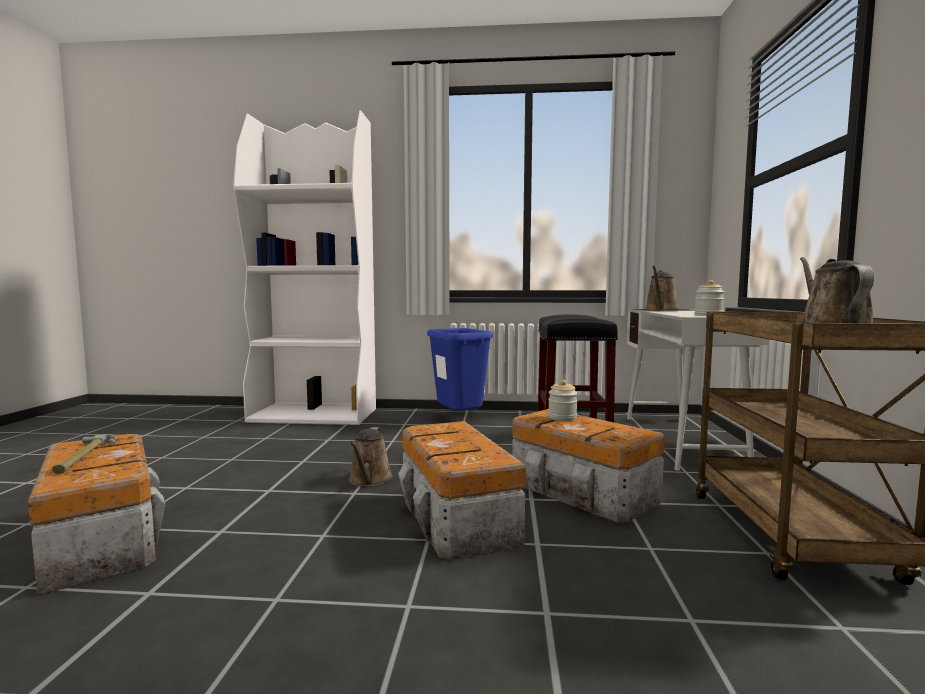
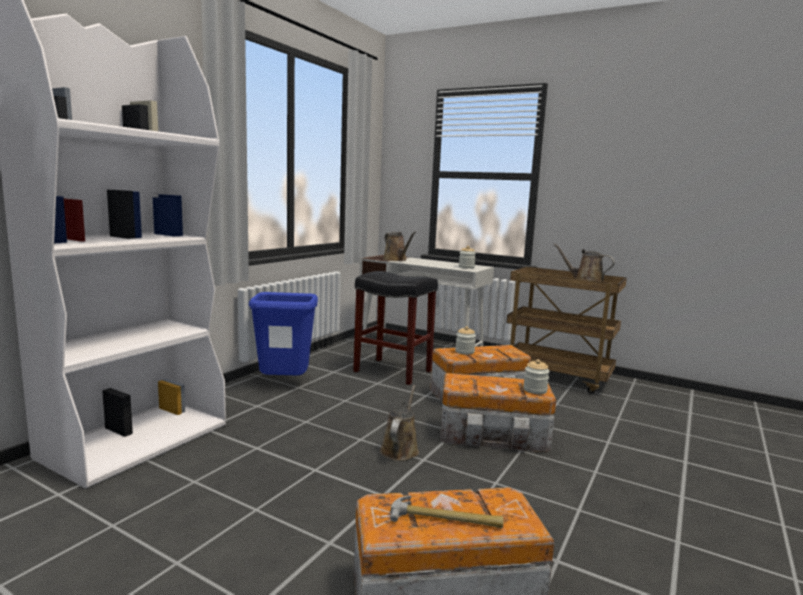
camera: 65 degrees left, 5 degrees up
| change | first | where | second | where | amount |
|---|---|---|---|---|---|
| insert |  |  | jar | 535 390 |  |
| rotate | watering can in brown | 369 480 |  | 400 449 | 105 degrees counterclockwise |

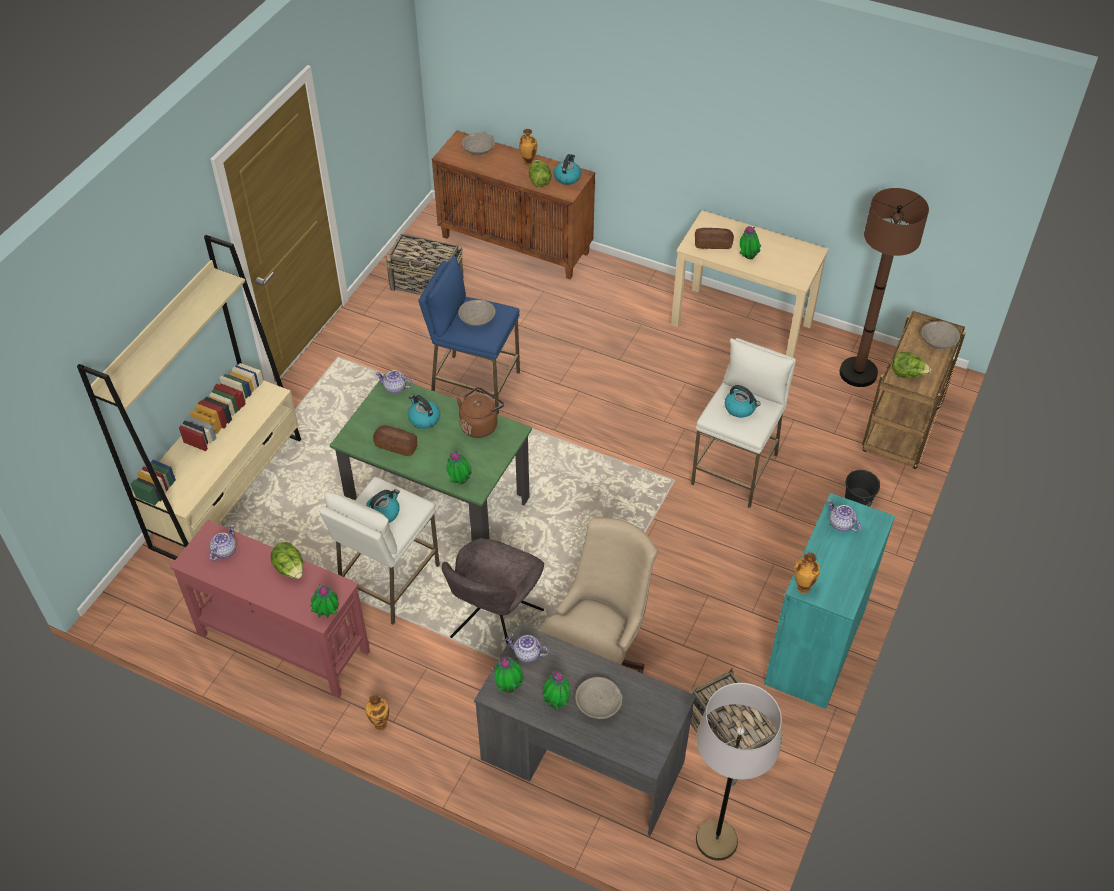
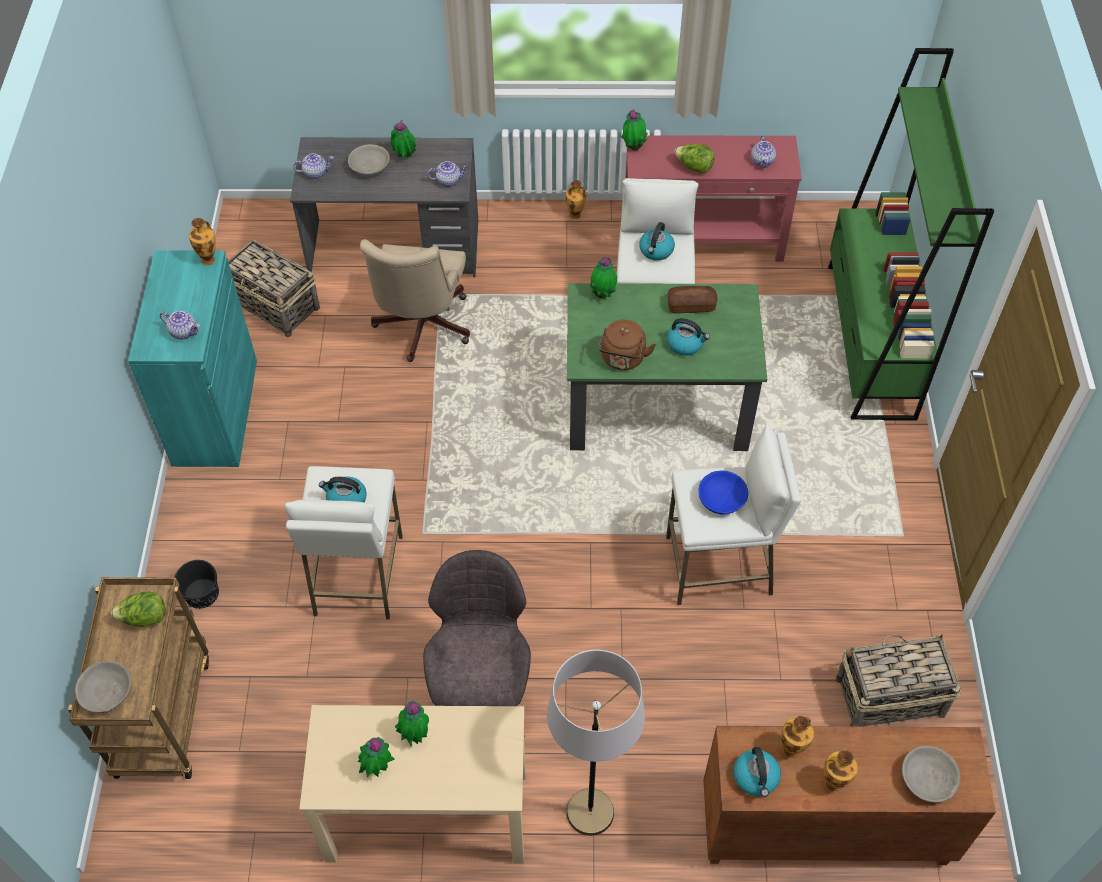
camera: 155 degrees right, 5 degrees up
| change | first | where | second | where | amount |
|---|---|---|---|---|---|
| delete | bread | 713 244 |  |  |  |
| delete | floor lamp in brown | 858 373 |  |  |  |
| move | teapot | 395 388 |  | 315 173 |  |
| move | chair in grey | 495 626 |  | 483 693 |  |
| move | potted plant | 509 687 |  | 377 768 |  |
| move | floor lamp in grey | 716 840 |  | 590 812 |  |
| replace | lettuce | 539 181 | vase | 791 749 |  |
| recolor | bookcase in beige | 228 492 | bookcase in green | 870 340 |  |
| recolor | stool in blue | 475 383 | stool in white | 719 566 |  |
| recolor | bowl in grey | 477 319 | bowl in blue | 721 499 |  |

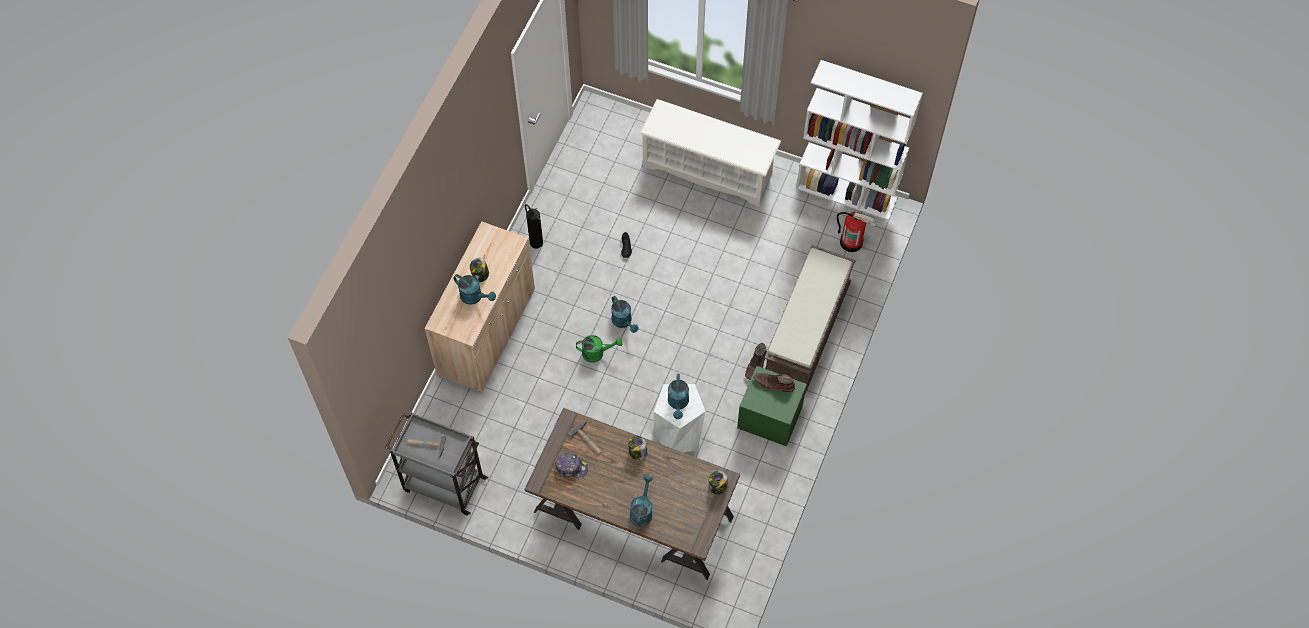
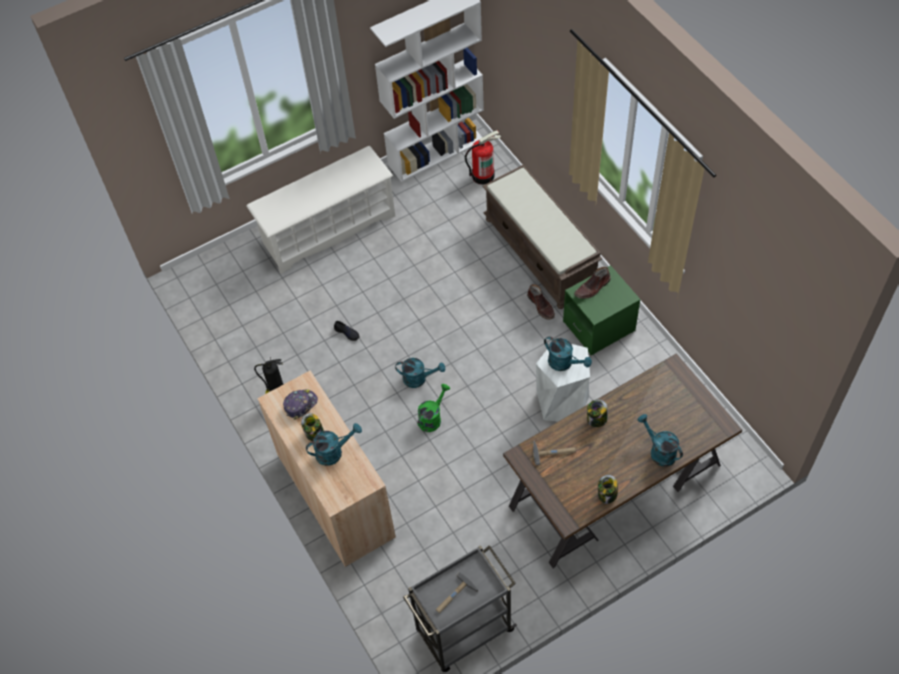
camera: 50 degrees left, 5 degrees down
| change | first | where | second | where | amount |
|---|---|---|---|---|---|
| move | cap | 571 467 |  | 300 405 |  |
| move | jar | 718 487 |  | 607 494 |  |

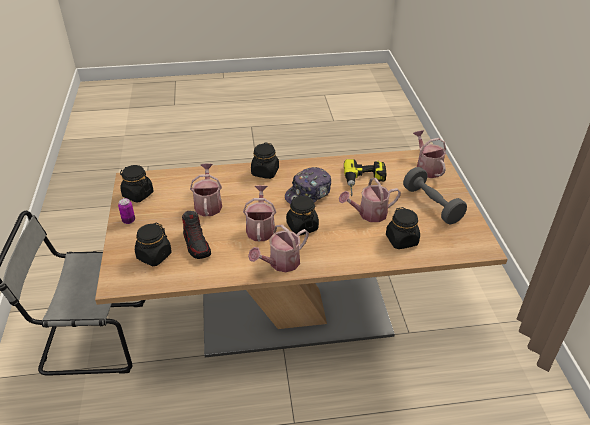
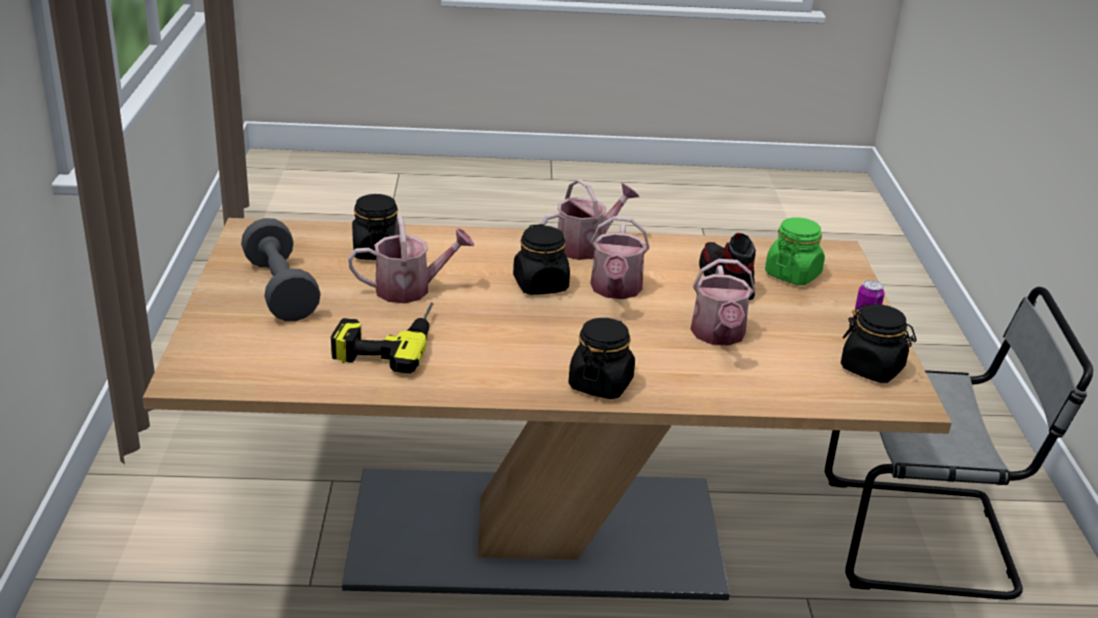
camera: 175 degrees left, 10 degrees down
| change | first | where | second | where | amount |
|---|---|---|---|---|---|
| delete | cap | 308 194 |  |  |  |
| delete | watering can | 427 168 |  |  |  |
| recolor | jar in black | 154 256 | jar in green | 792 274 |  |

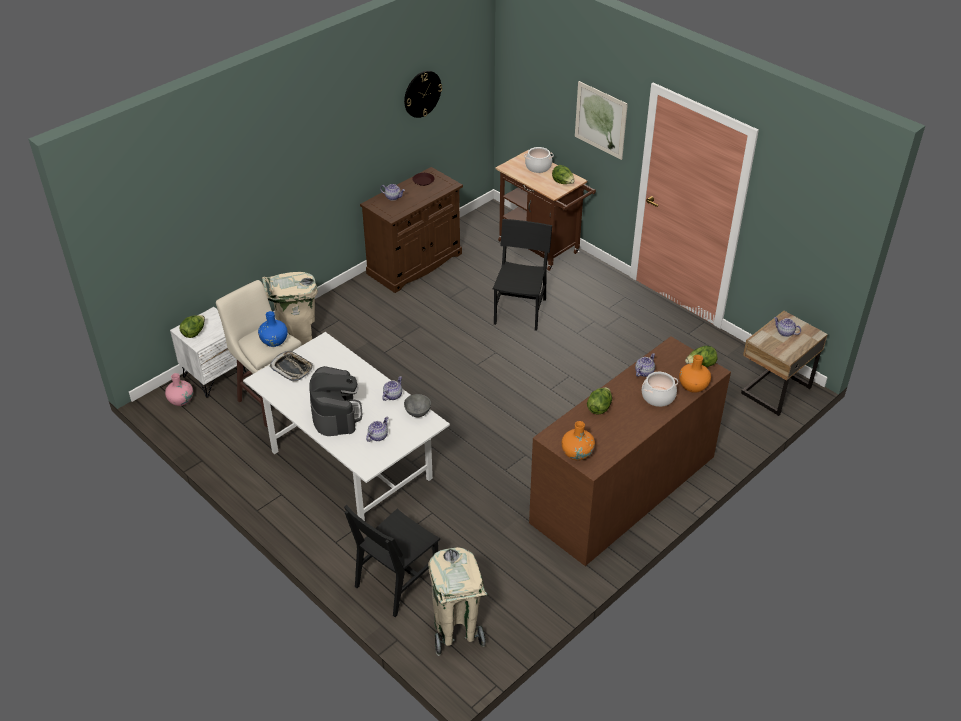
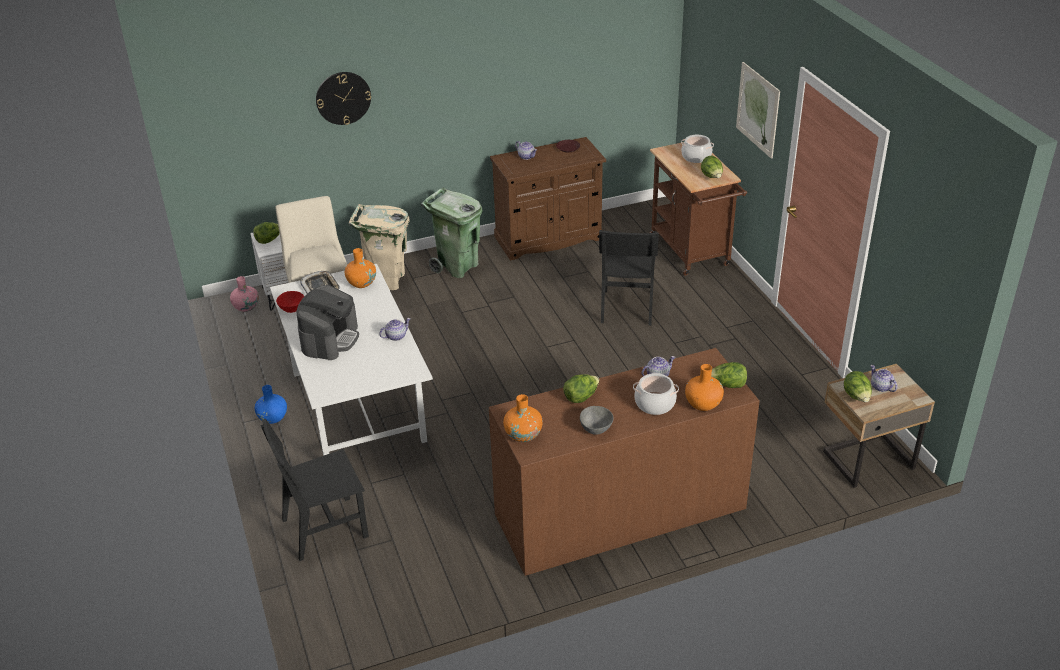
camera: 25 degrees right, 5 degrees down
| change | first | where | second | where | amount |
|---|---|---|---|---|---|
| delete | teapot | 378 436 |  |  |  |
| delete | trash can in beige | 456 631 |  |  |  |
| insert |  |  | bowl in red | 292 309 |  |
| insert |  |  | vase in orange | 361 283 |  |
| insert |  |  | trash can in green | 457 267 |  |
| insert |  |  | lettuce | 856 397 |  |
| move | vase in blue | 274 341 |  | 273 418 |  |
| move | wall clock | 422 94 |  | 343 98 |  |
| move | bowl in grey | 417 412 |  | 596 428 |  |
| rotate | chair in black | 520 311 |  | 627 307 | 150 degrees clockwise |

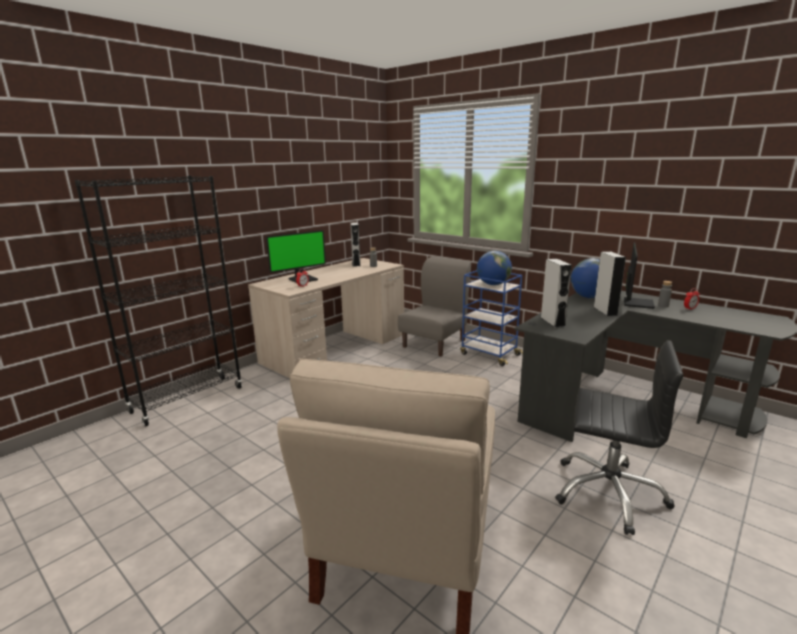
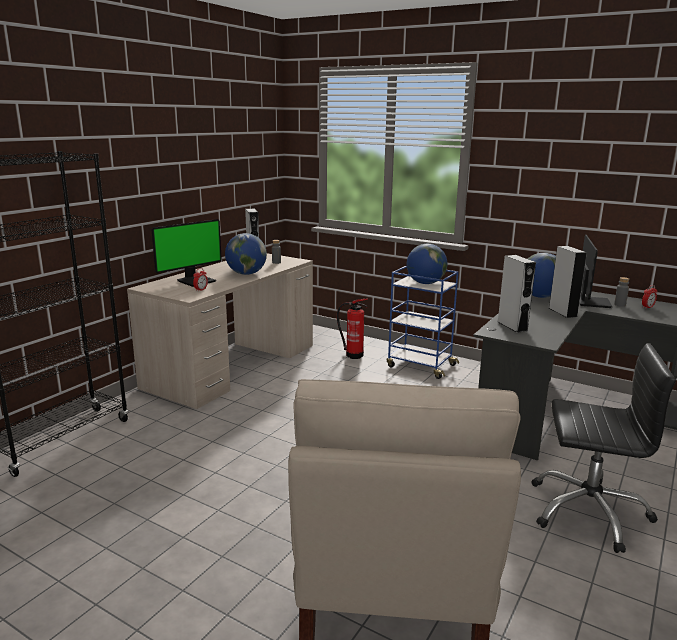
camera: 10 degrees left, 0 degrees up
| change | first | where | second | where | amount |
|---|---|---|---|---|---|
| insert |  |  | globe | 246 274 |  |
| replace | chair in grey | 435 343 | fire extinguisher | 353 355 |  |

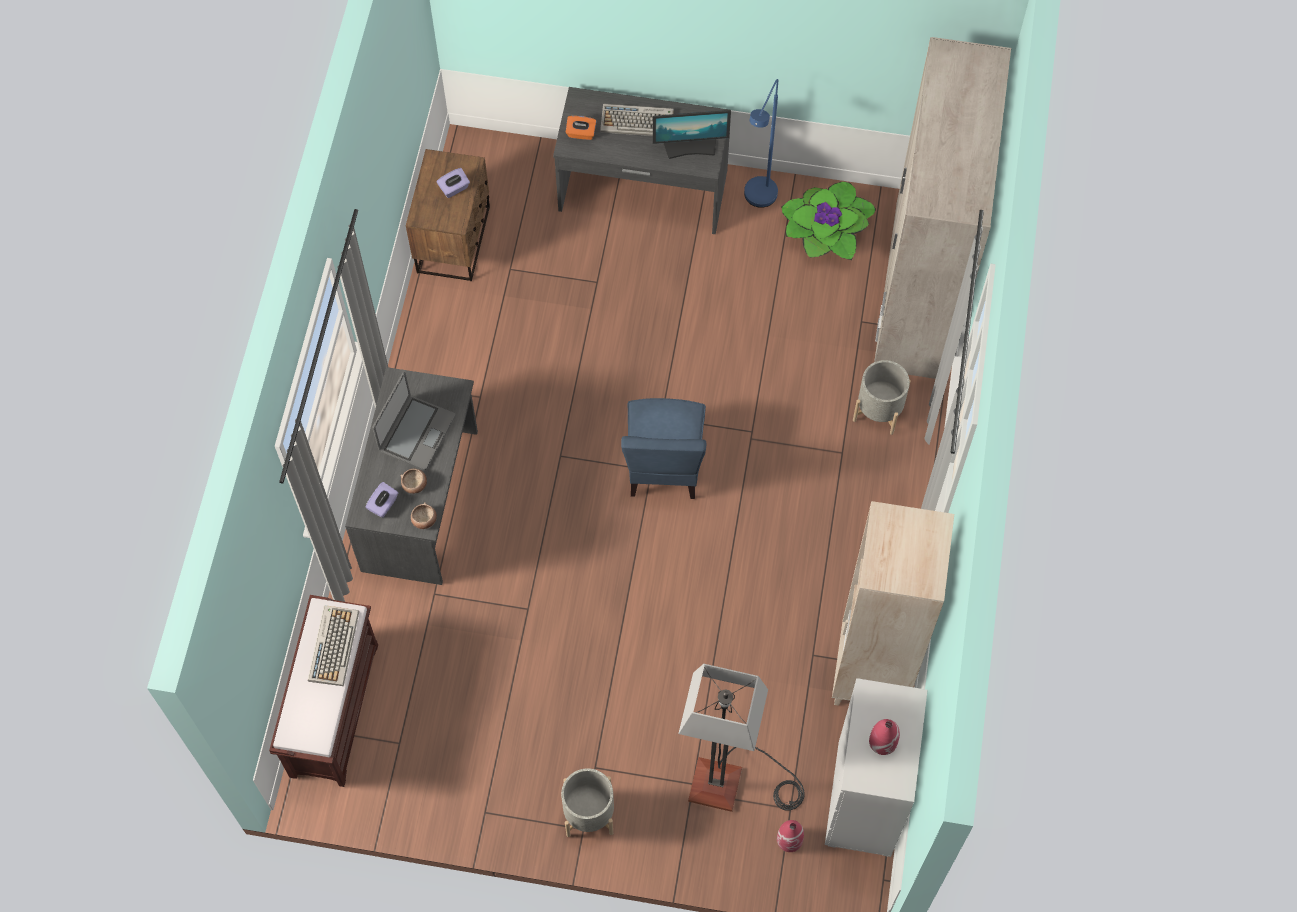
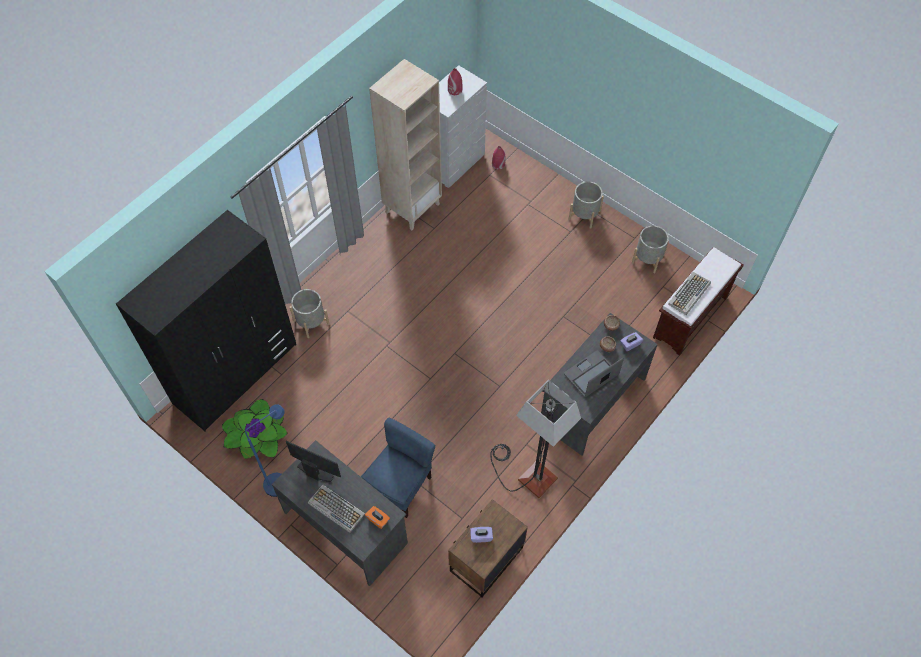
camera: 150 degrees left, 5 degrees down
| change | first | where | second | where | amount |
|---|---|---|---|---|---|
| insert |  |  | planter in grey | 647 259 |  |
| move | chair in blue | 664 465 |  | 400 485 |  |
| move | floor lamp | 732 784 |  | 527 475 |  |
| recolor | wardrobe in beige | 920 292 | wardrobe in black | 236 373 |  |

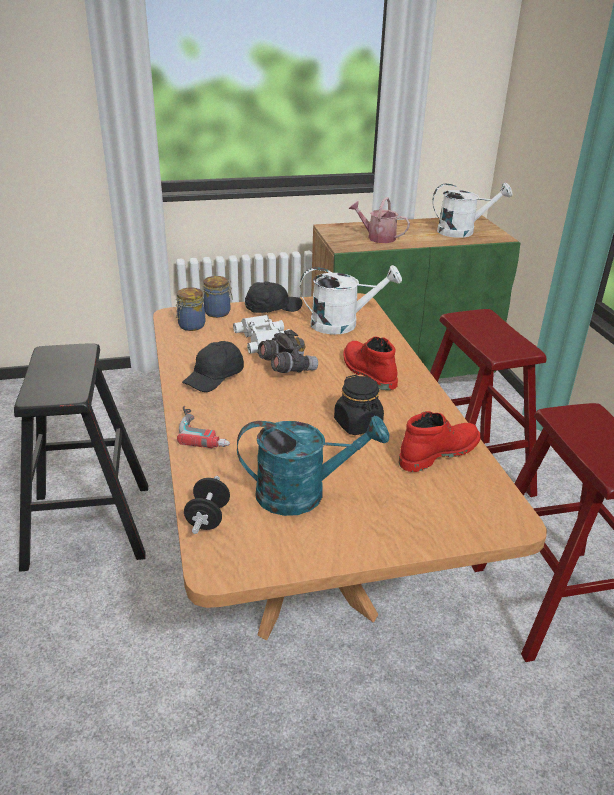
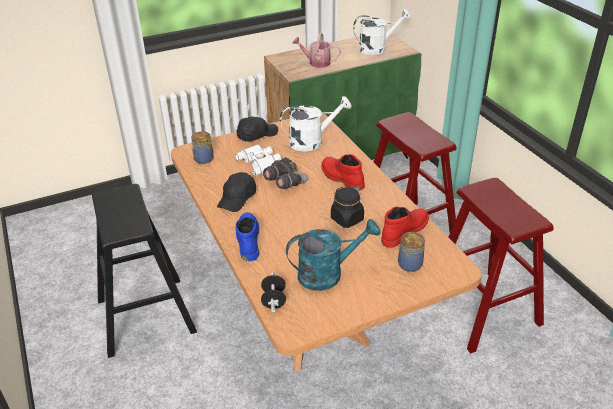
camera: 10 degrees left, 5 degrees up
| change | first | where | second | where | amount |
|---|---|---|---|---|---|
| move | jar | 218 312 |  | 411 264 |  |
| replace | power drill | 205 430 | boot in blue | 247 240 |  |

